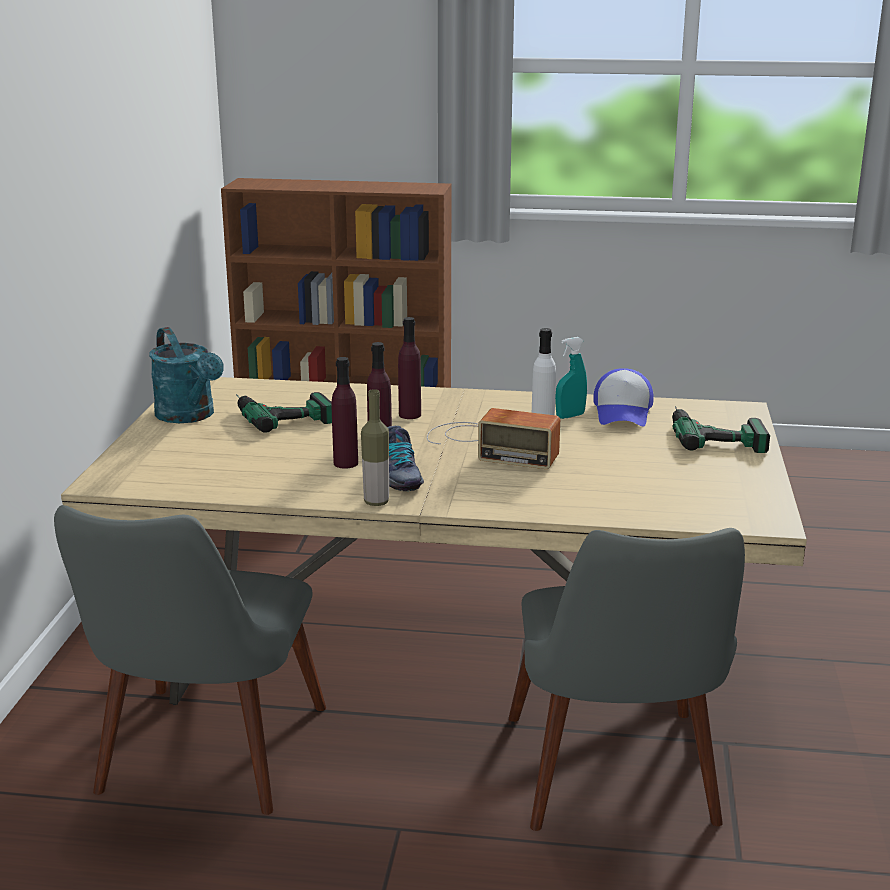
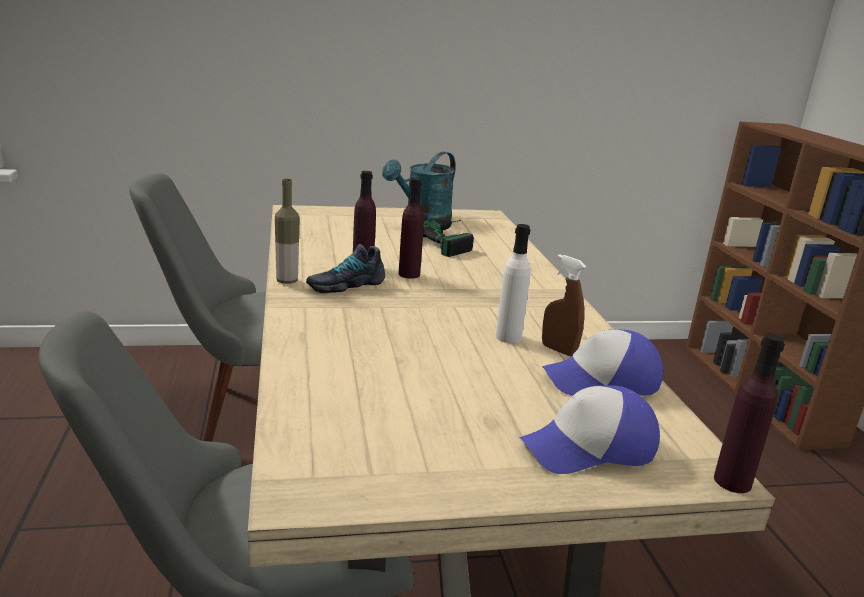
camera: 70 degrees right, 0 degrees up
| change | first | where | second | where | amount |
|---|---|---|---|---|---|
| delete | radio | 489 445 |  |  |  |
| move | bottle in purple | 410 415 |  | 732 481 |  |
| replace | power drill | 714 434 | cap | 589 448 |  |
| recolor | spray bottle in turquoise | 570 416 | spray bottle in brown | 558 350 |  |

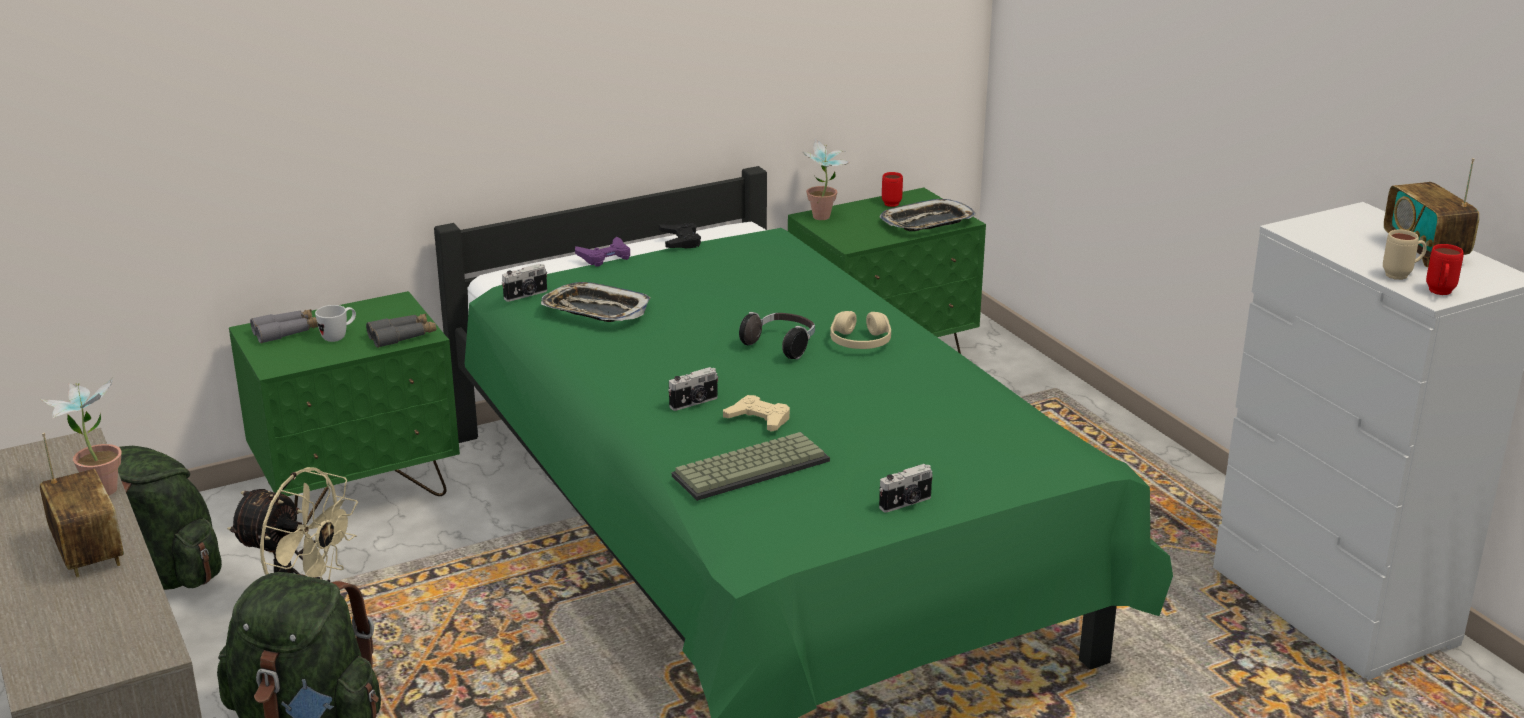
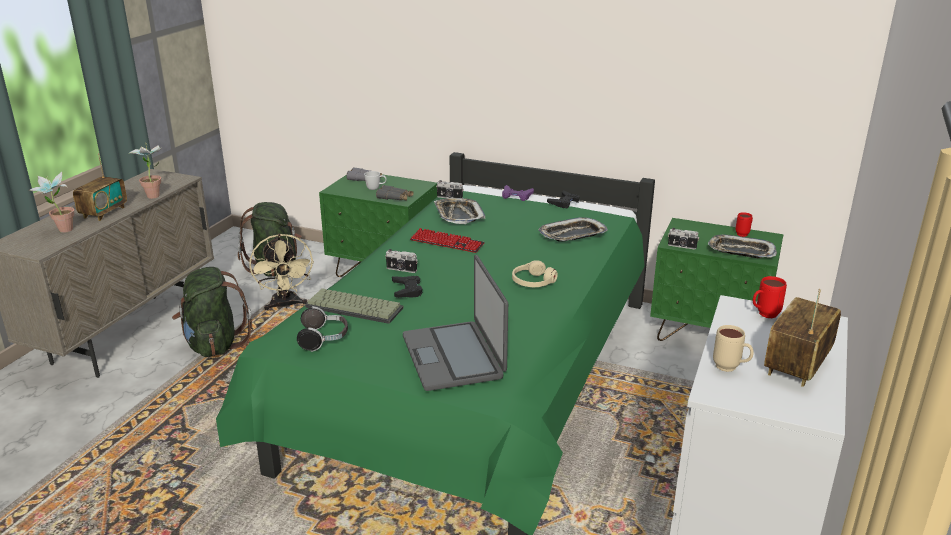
camera: 50 degrees right, 0 degrees up
| change | first | where | second | where | amount |
|---|---|---|---|---|---|
| insert |  |  | laptop | 454 357 |  |
| insert |  |  | keyboard | 447 242 |  |
| insert |  |  | tray | 572 235 |  |
| move | headphones | 781 346 |  | 324 339 |  |
| move | potted plant | 824 219 |  | 61 231 |  |
| move | photo camera | 906 503 |  | 682 246 |  |
| move | mug in red | 1440 293 |  | 763 315 |  |
| recolor | game controller in beige | 758 419 | game controller in black | 407 290 |  |

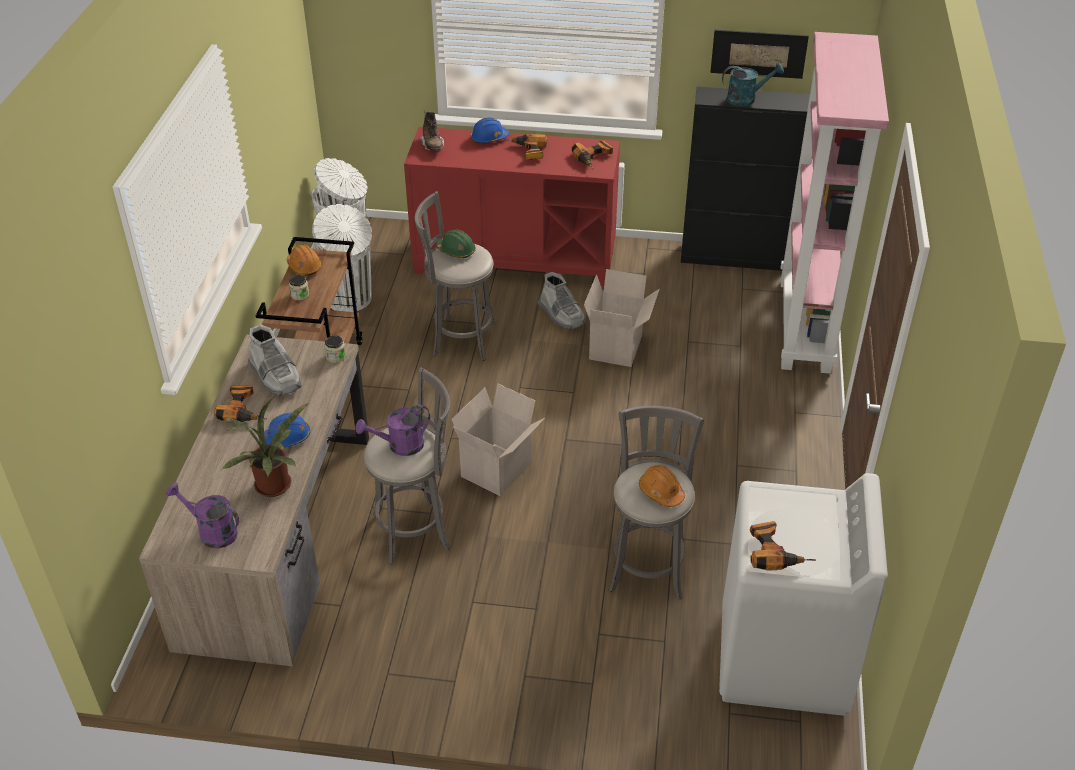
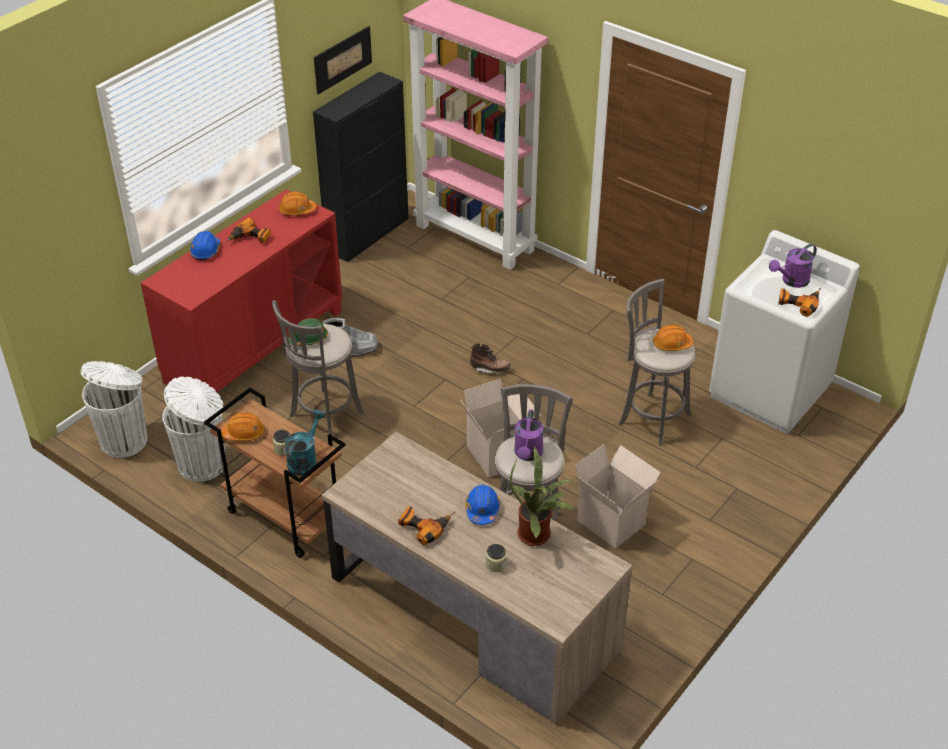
camera: 60 degrees left, 0 degrees up
| change | first | where | second | where | amount |
|---|---|---|---|---|---|
| delete | boot in grey | 276 377 |  |  |  |
| move | watering can in purple | 212 532 |  | 791 281 |  |
| move | jar | 336 357 |  | 496 564 |  |
| move | boot in brown | 433 146 |  | 490 369 |  |
| move | cardboard box | 617 348 |  | 613 522 |  |
| move | watering can in turquoise | 746 99 |  | 305 460 |  |
| replace | power drill | 594 158 | hard hat in orange | 297 210 |  |

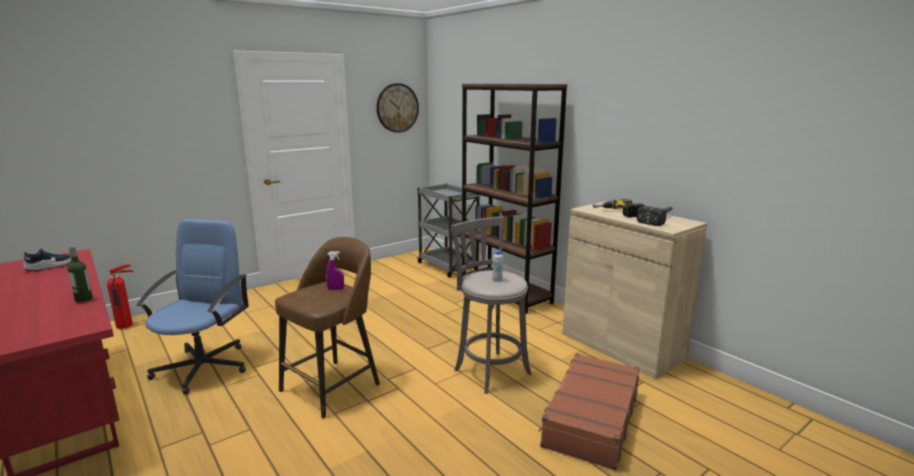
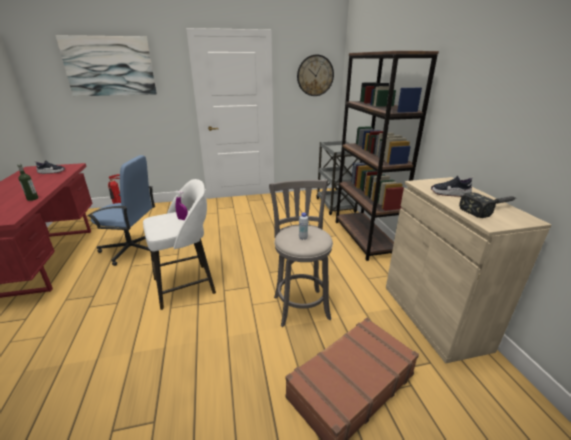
camera: 25 degrees right, 10 degrees up
| change | first | where | second | where | amount |
|---|---|---|---|---|---|
| insert |  |  | picture | 109 66 |  |
| replace | power drill | 618 213 | shoe | 450 194 |  |
| recolor | stool in brown | 332 386 | stool in white | 186 285 |  |
| rotate | office chair in blue | 204 367 |  | 132 249 | 60 degrees clockwise |

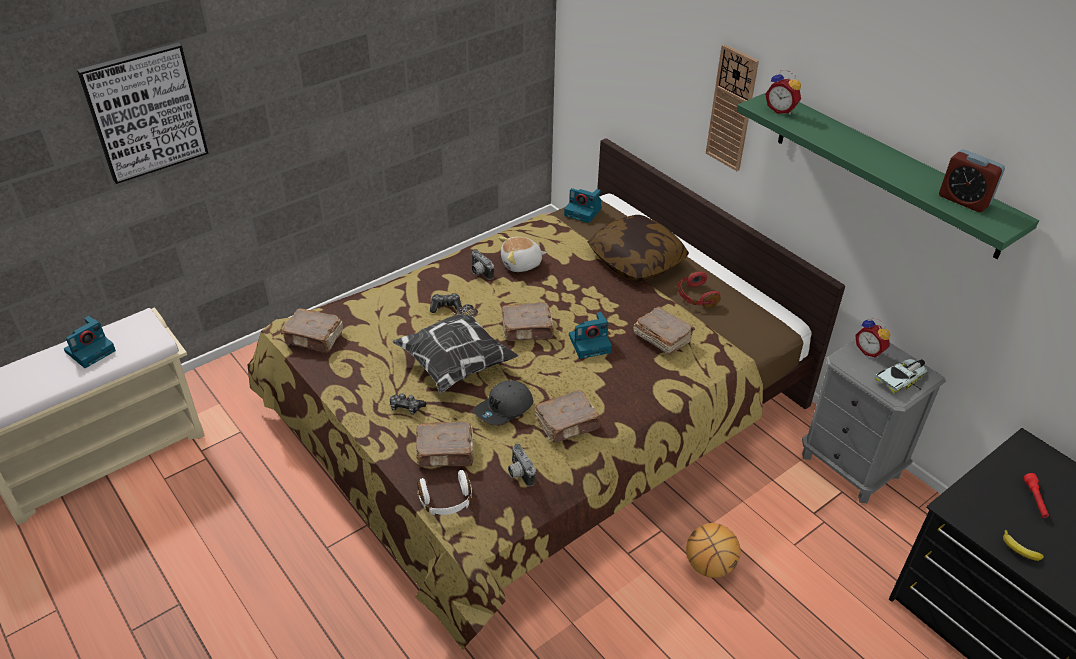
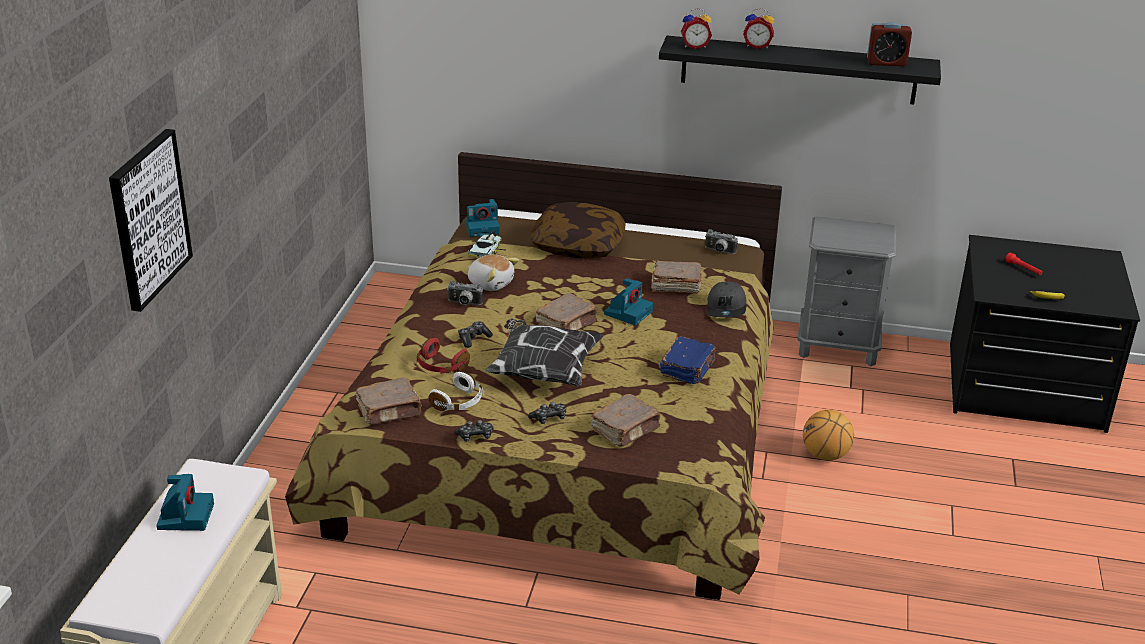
camera: 40 degrees left, 10 degrees down
| change | first | where | second | where | amount |
|---|---|---|---|---|---|
| delete | wall clock | 732 109 |  |  |  |
| insert |  |  | game controller | 475 436 |  |
| move | headphones in white | 446 501 |  | 459 402 |  |
| move | cap in grey | 504 409 |  | 726 308 |  |
| move | photo camera | 518 473 |  | 719 251 |  |
| move | headphones in red | 695 297 |  | 440 366 |  |
| move | alarm clock | 870 351 |  | 757 46 |  |
| move | toy car | 903 378 |  | 487 249 |  |
| recolor | book in brown | 568 424 | book in blue | 688 369 |  |
| recolor | shelf in green | 886 172 | shelf in black | 798 70 |  |
| rotate | plush toy | 521 264 |  | 491 283 | 90 degrees counterclockwise |

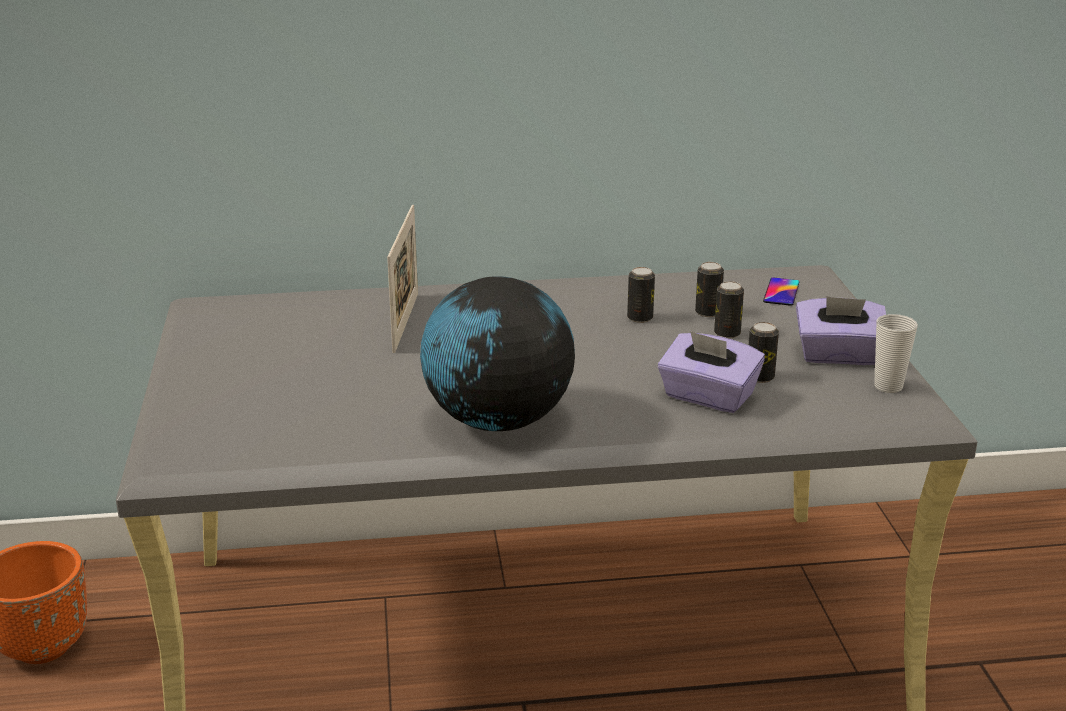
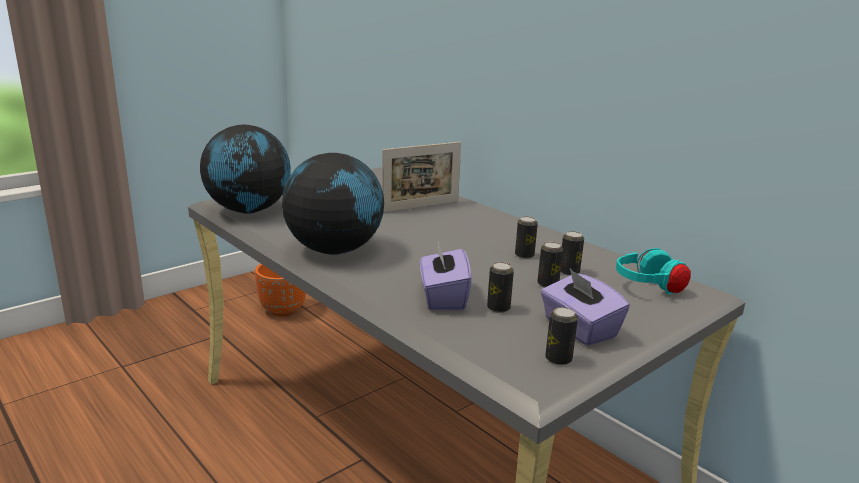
camera: 55 degrees right, 5 degrees down
| change | first | where | second | where | amount |
|---|---|---|---|---|---|
| insert |  |  | globe | 249 210 |  |
| replace | phone | 781 292 | headphones in turquoise | 648 288 |  |
| replace | cup | 888 387 | can | 558 359 |  |

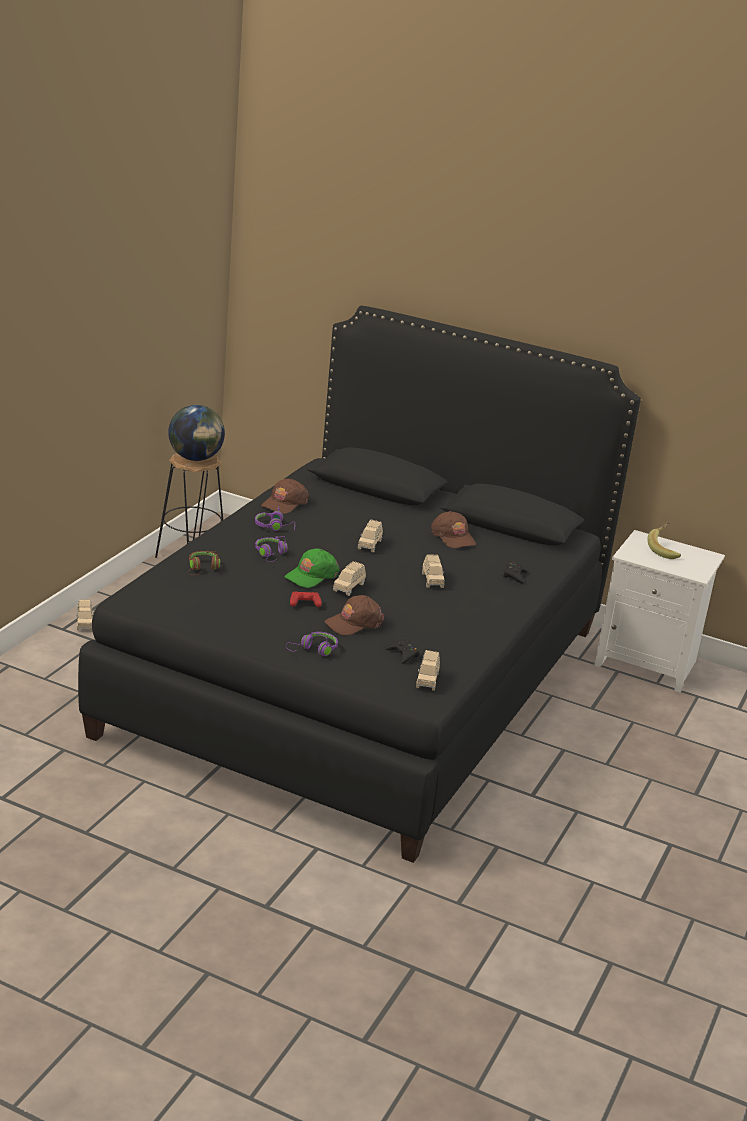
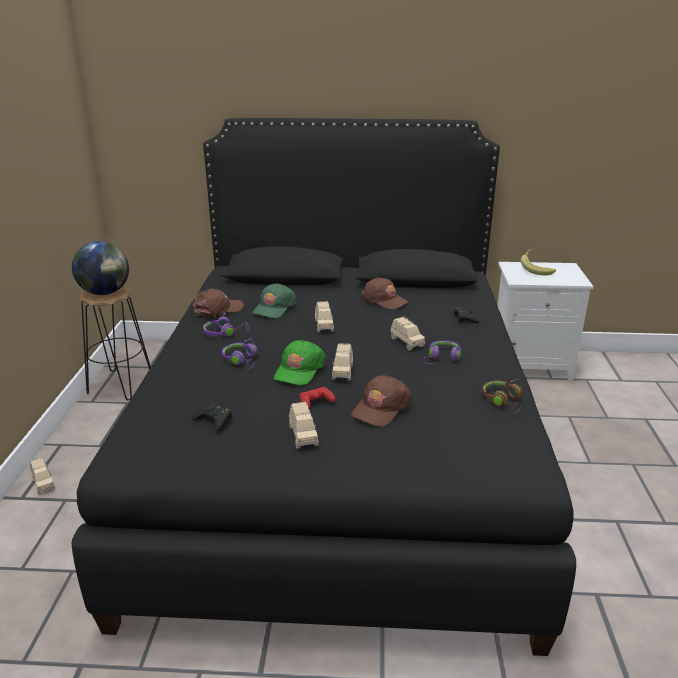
camera: 20 degrees left, 0 degrees up
| change | first | where | second | where | amount |
|---|---|---|---|---|---|
| insert |  |  | cap in green | 274 308 |  |
| move | headphones in brown | 202 568 |  | 503 401 |  |
| move | headphones in purple | 314 650 |  | 442 358 |  |
| move | game controller in black | 403 654 |  | 214 419 |  |
| move | toy car in beige | 427 680 |  | 303 435 |  |
| rotate | cap in brown | 284 503 |  | 218 309 | 135 degrees counterclockwise |

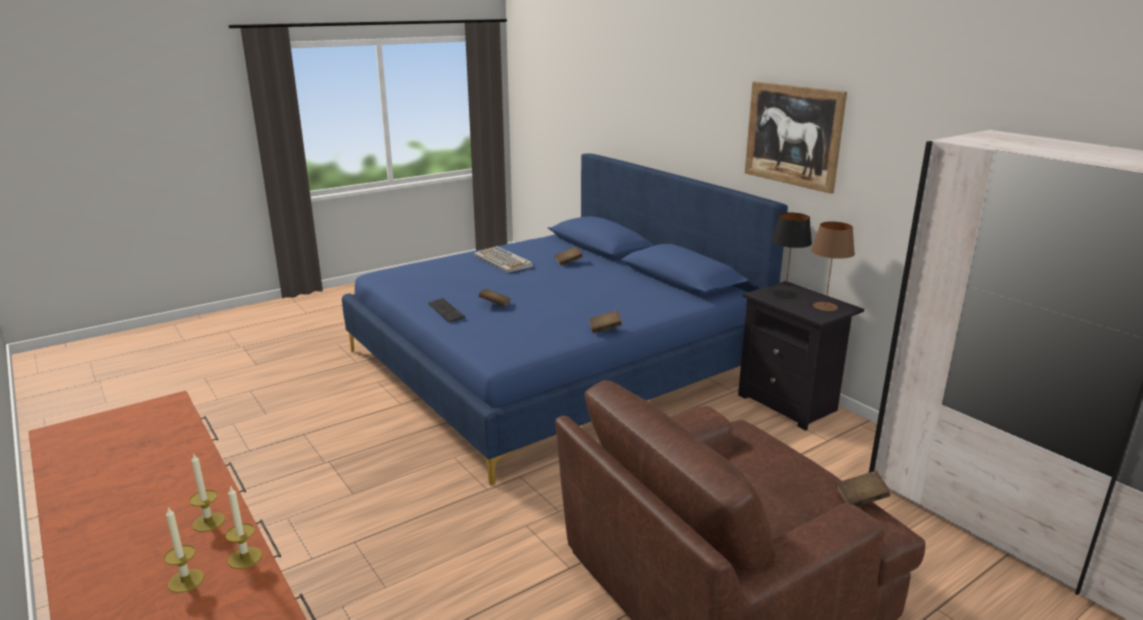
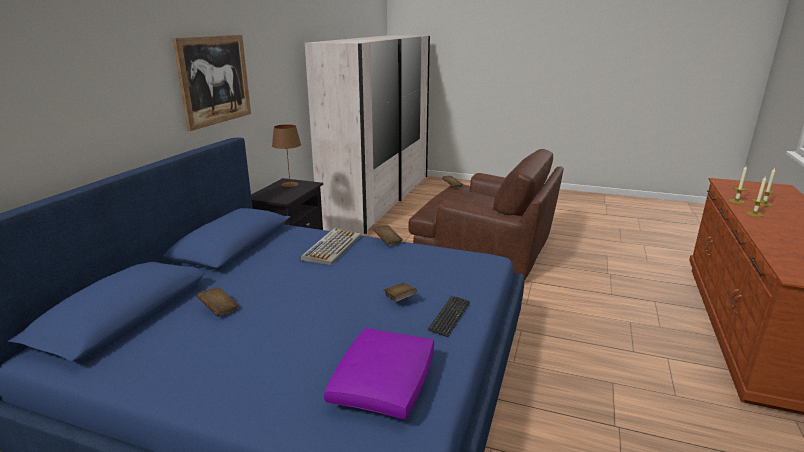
camera: 125 degrees left, 0 degrees up
| change | first | where | second | where | amount |
|---|---|---|---|---|---|
| delete | table lamp in black | 785 294 |  |  |  |
| insert |  |  | pillow in purple | 383 383 |  |
| move | keyboard | 503 261 |  | 332 247 |  |

